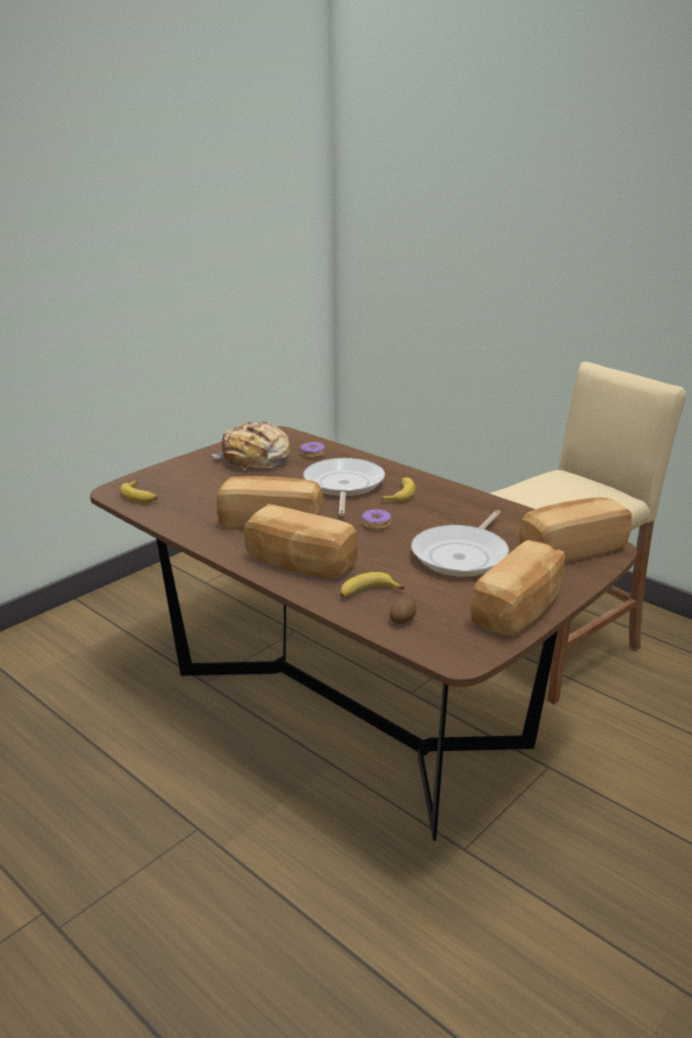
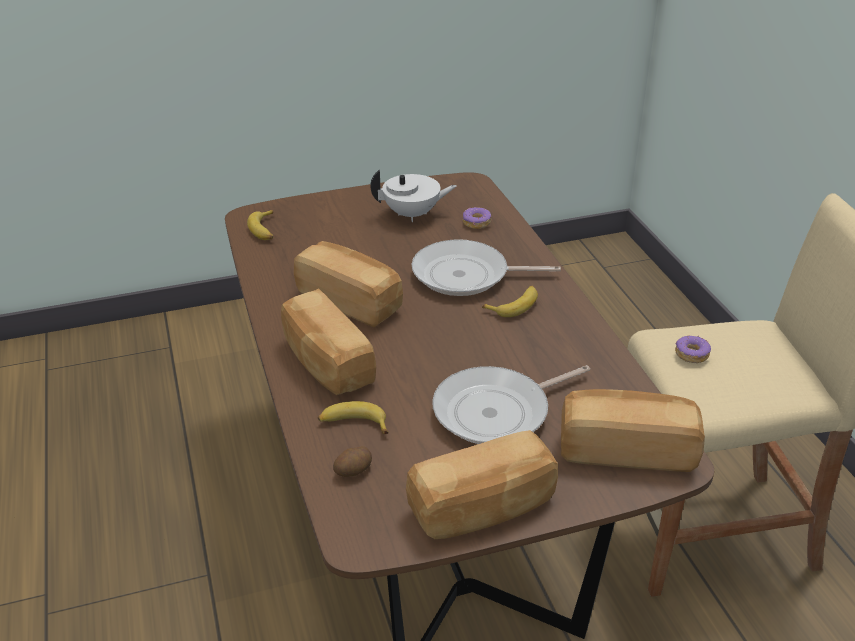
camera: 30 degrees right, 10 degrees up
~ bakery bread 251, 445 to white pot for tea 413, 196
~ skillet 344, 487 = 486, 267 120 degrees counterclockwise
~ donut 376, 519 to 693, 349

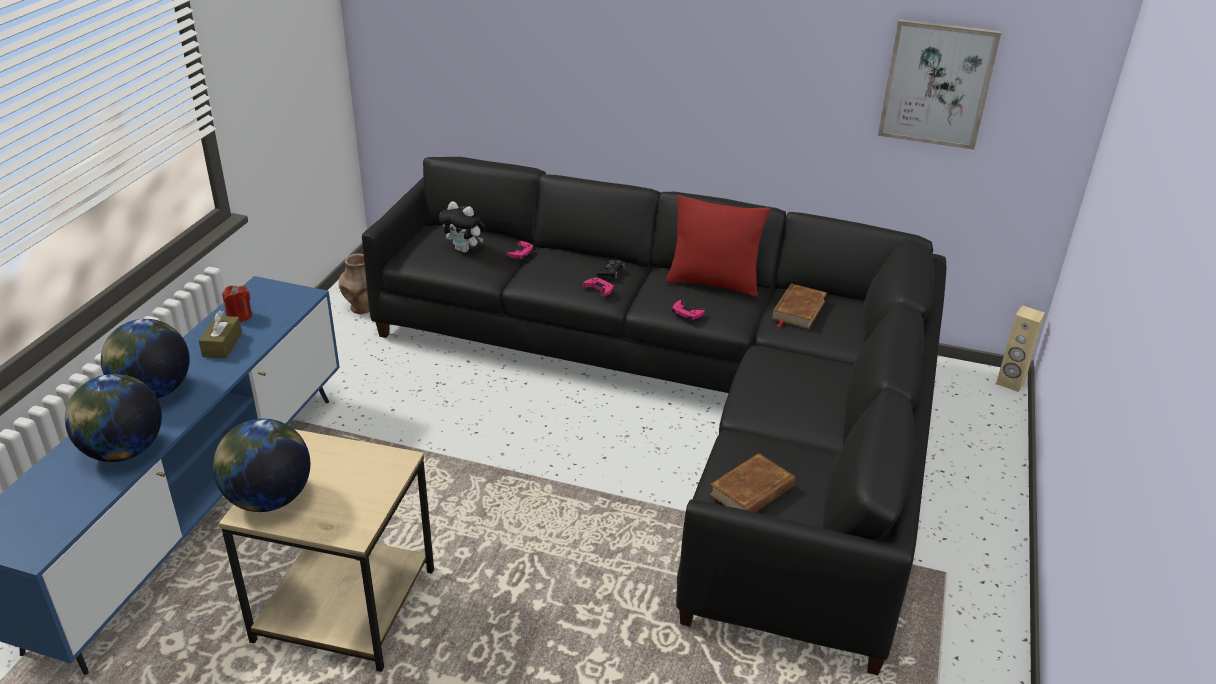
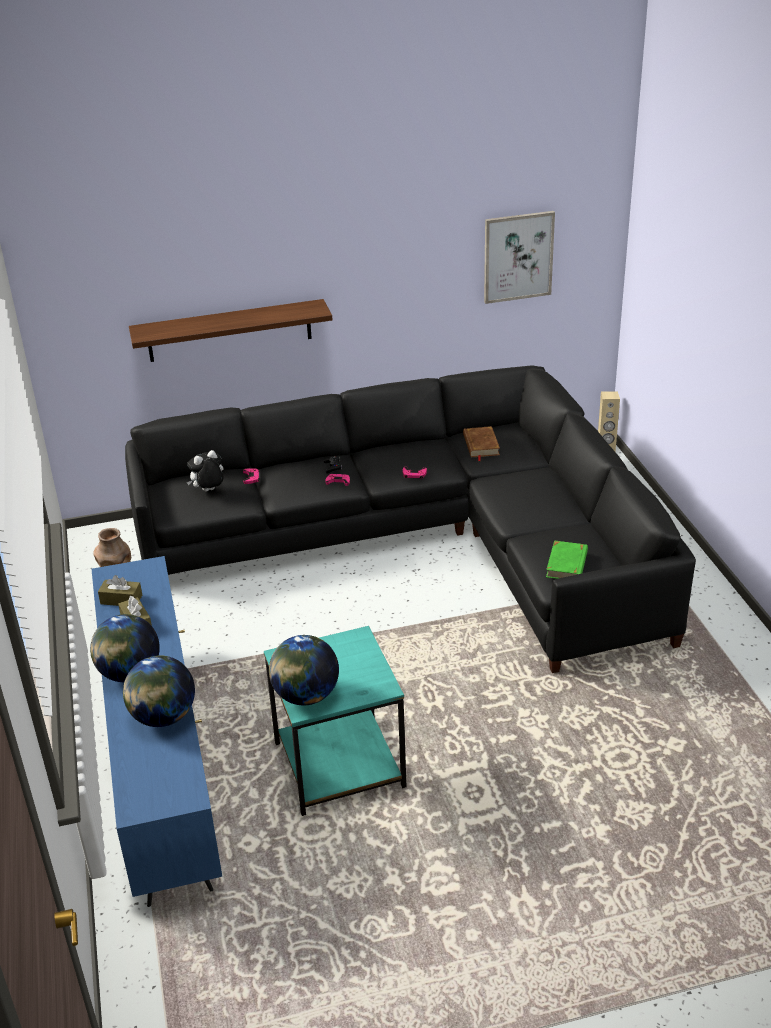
camera: 30 degrees left, 0 degrees up
~ reddish wax light 237, 303 to brownish tissue holder 120, 590
+ wall shelf 231, 330
~ cuddly toy 462, 227 = 205, 470 150 degrees clockwise
~ beige side table 326, 550 to blue-green side table 335, 721
~ brownish book 752, 482 to greenish book 567, 560
- reddish throw pillow 718, 246

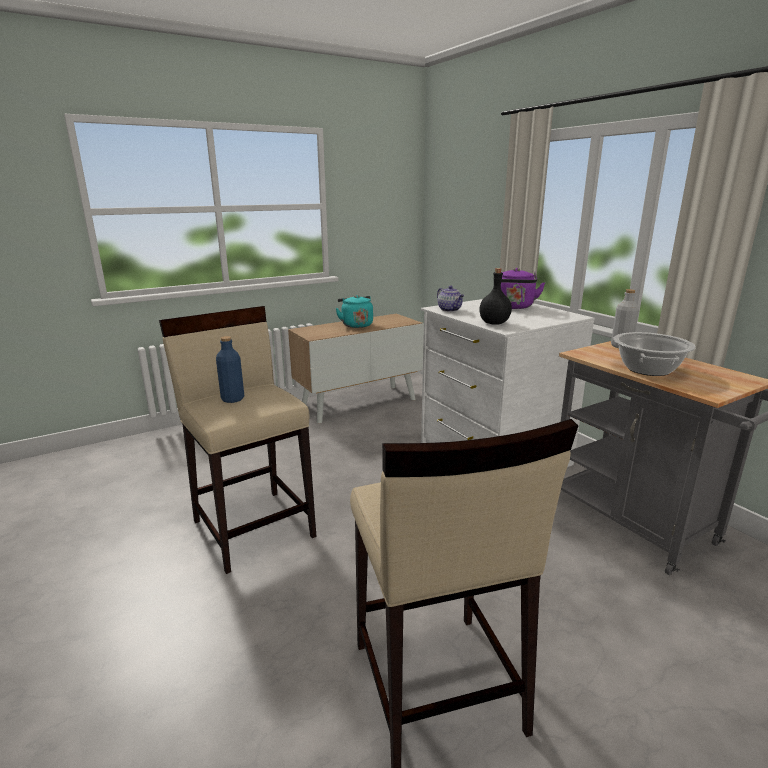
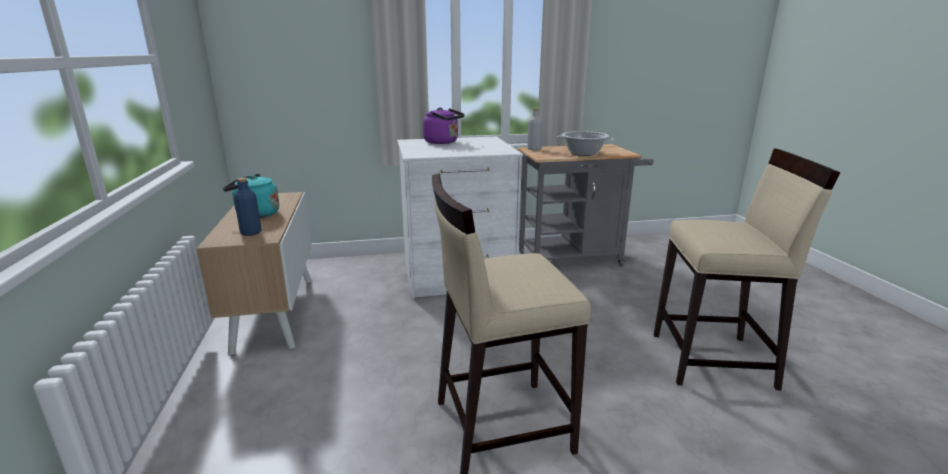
camera: 70 degrees left, 0 degrees up
~ blue-coloured drink bottle 230, 369 to 248, 207
- pot for tea 450, 299
- blackish drink bottle 495, 296

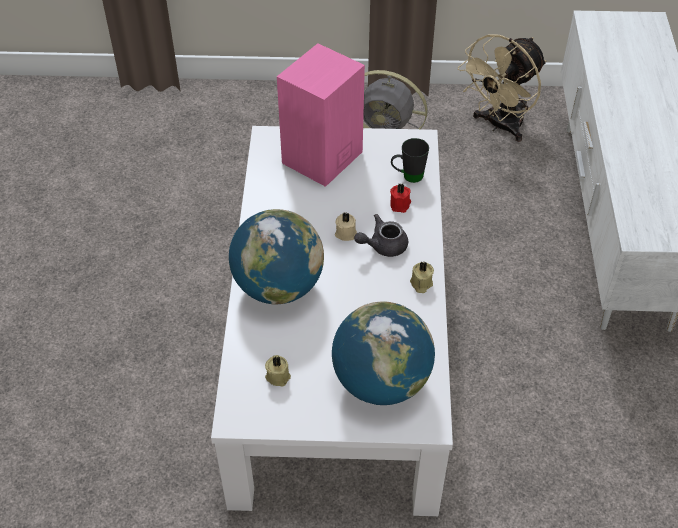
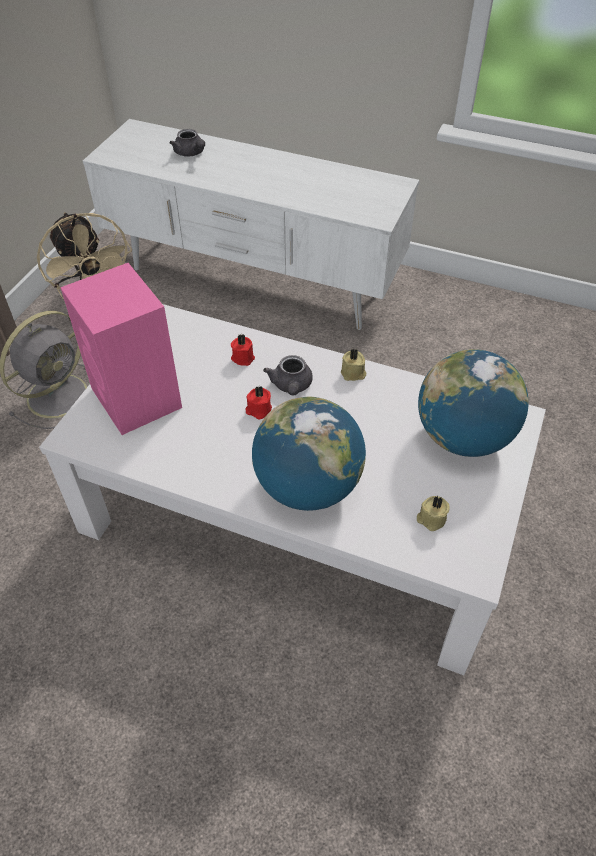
camera: 70 degrees left, 0 degrees up
+ gray pot for tea 187, 143
~ beige wax light 346, 226 to reddish wax light 259, 402
- blackish coffee mug 410, 160

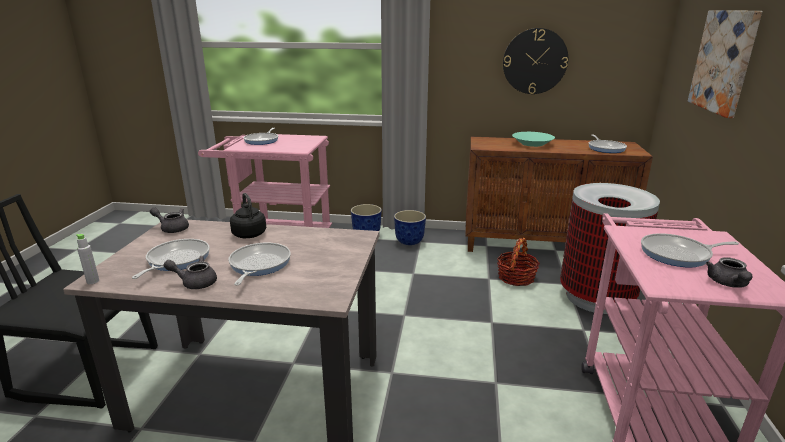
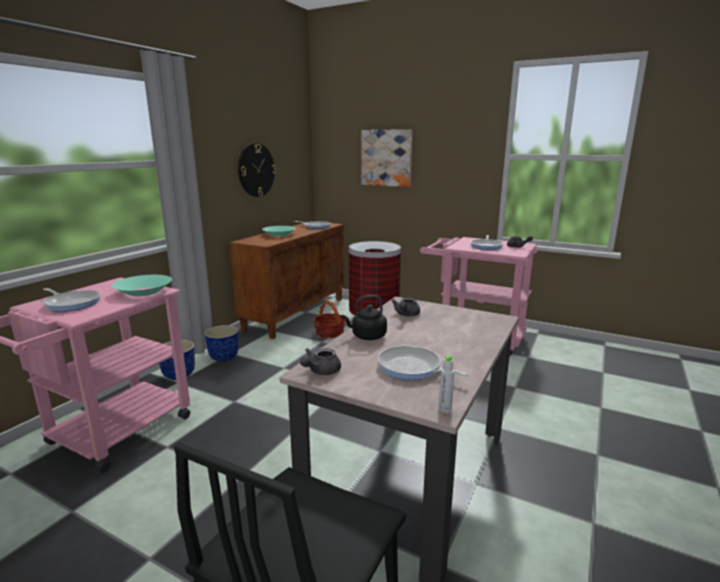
camera: 70 degrees left, 5 degrees down
+ blue-green deep dish 142, 286
~ gray pot for tea 190, 272 to 405, 307
- skillet 259, 264

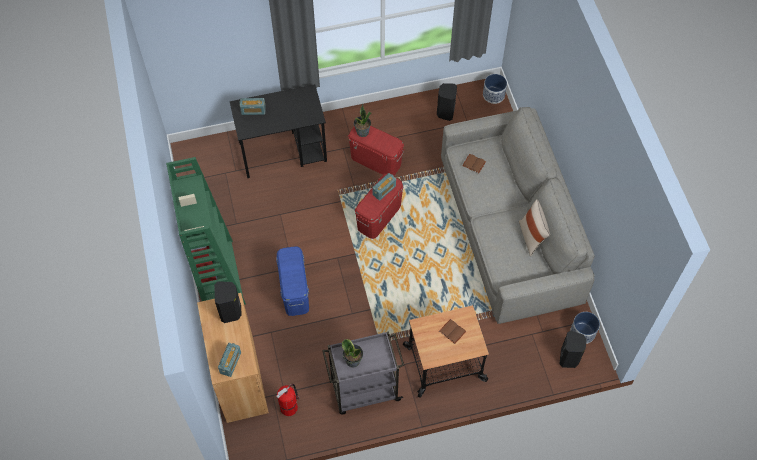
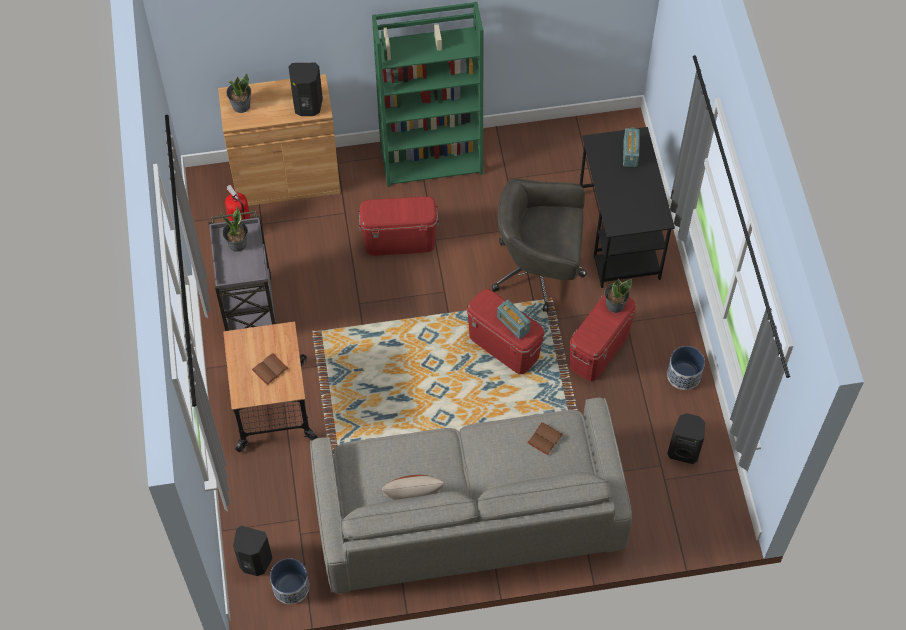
camera: 95 degrees right, 0 degrees up
~ radio receiver 229, 360 to houseplant 238, 93
~ blue-coloured storage container 292, 281 to reddish storage container 398, 226
+ gray desk chair 539, 245
~ plant pot 495, 89 to 686, 368

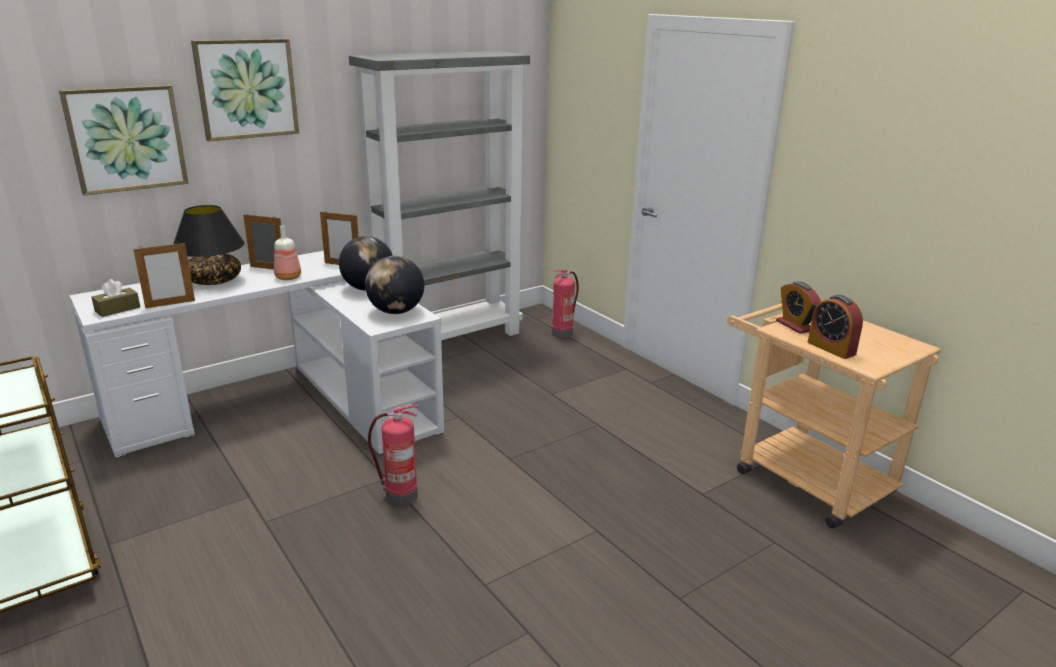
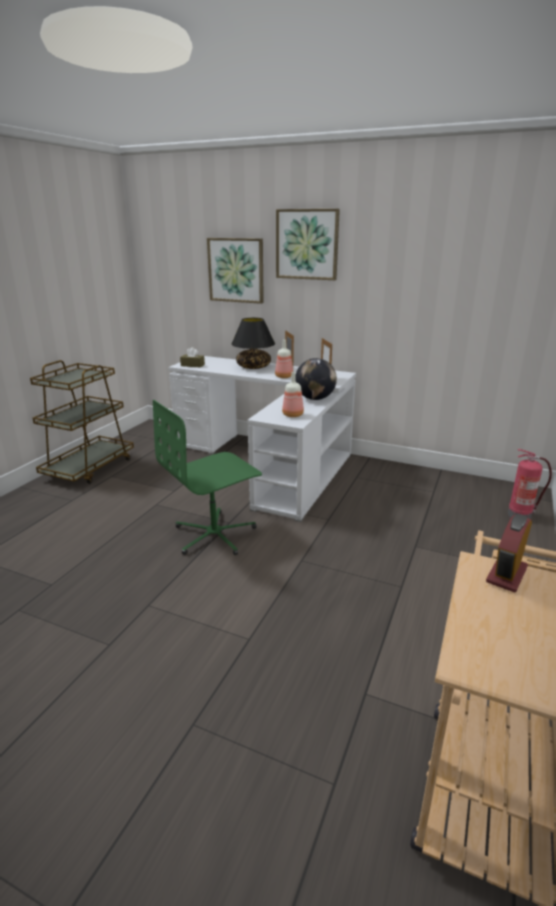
camera: 60 degrees right, 0 degrees up
~ fire-fighting cylinder 393, 455 to greenish desk chair 207, 477
~ world globe 394, 285 to drink bottle 293, 394
- photo frame 164, 275
- gray shelving unit 439, 195
- bedside clock 835, 327

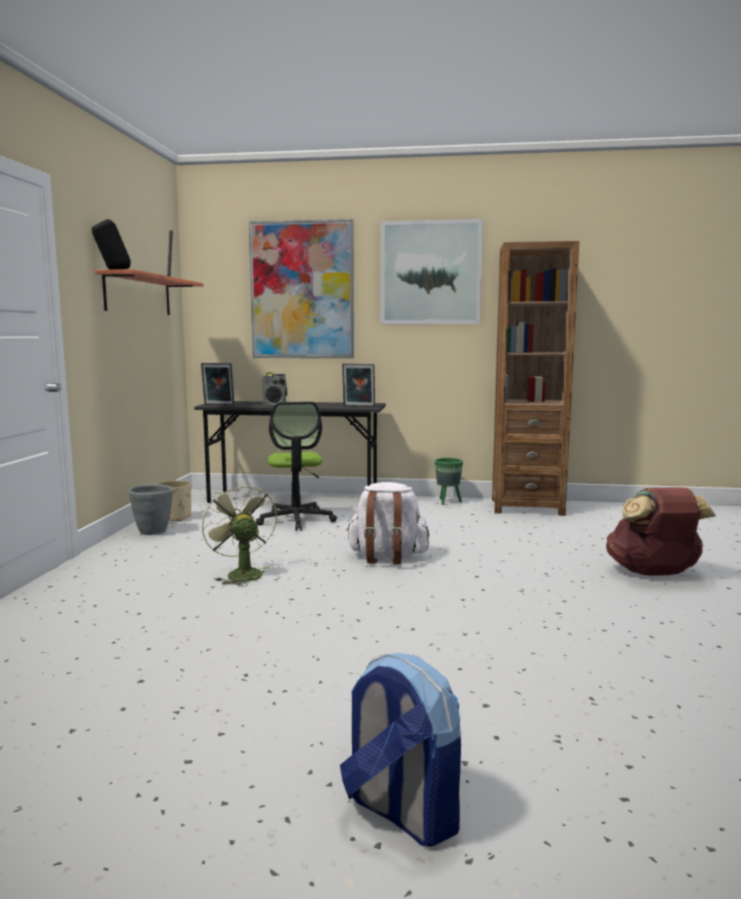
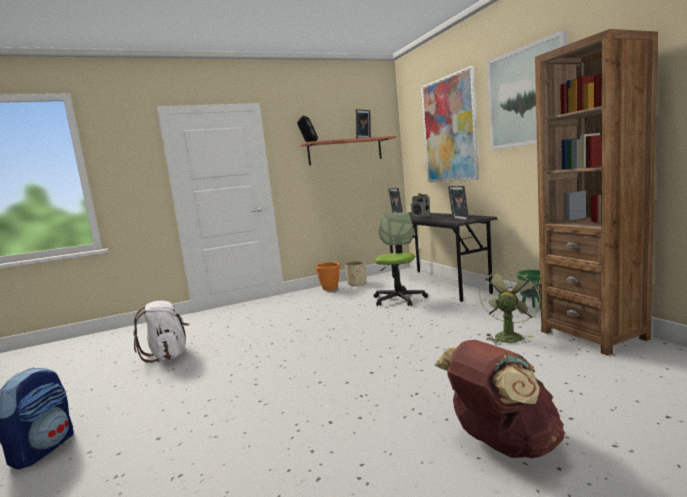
camera: 60 degrees right, 0 degrees up
~ white backpack 387, 523 to 161, 332
~ gray plant pot 151, 509 to orange-coloured plant pot 328, 276
~ desk chair 296, 466 = 401, 259 150 degrees clockwise
~ greenish electric fan 239, 535 to 509, 307

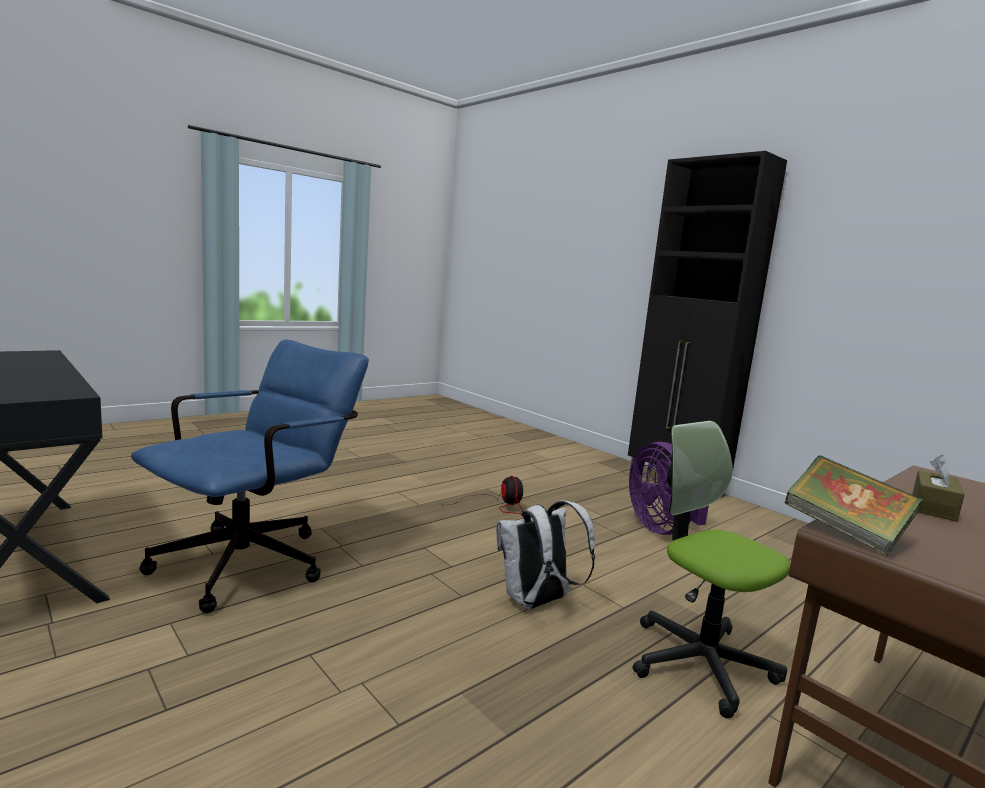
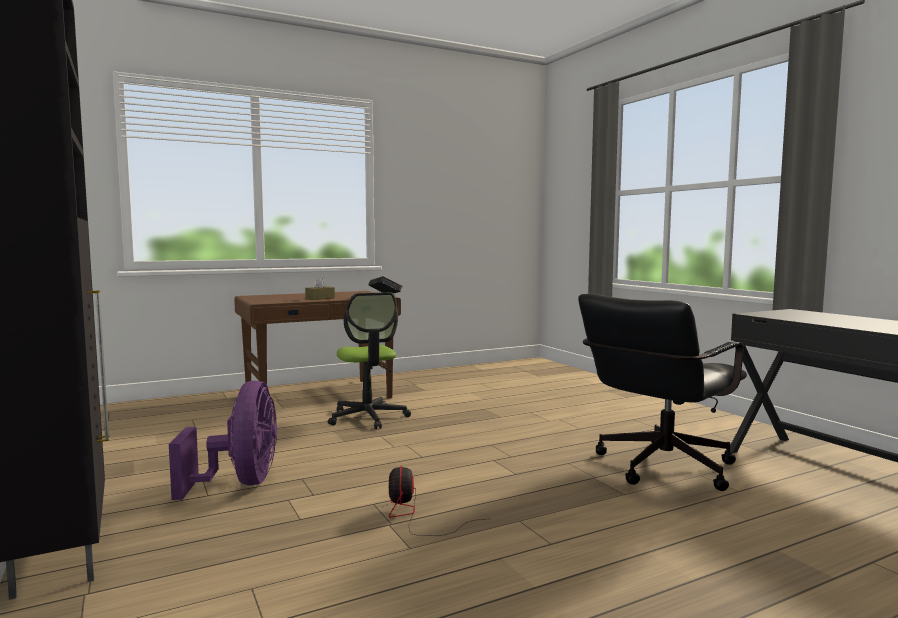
camera: 165 degrees left, 5 degrees down
~ blue-coloured desk chair 250, 476 to blackish desk chair 662, 392
- white backpack 545, 554

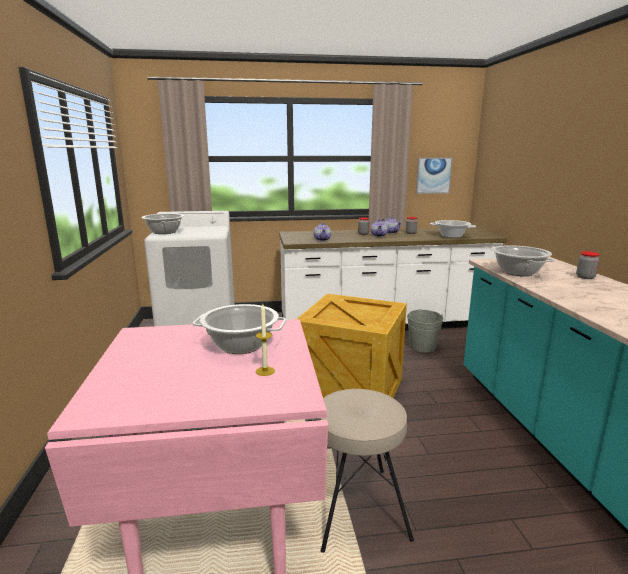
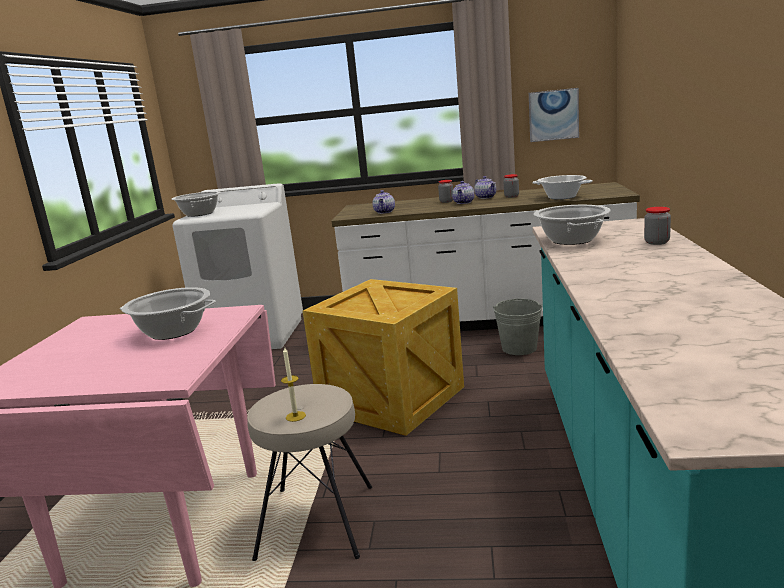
camera: 15 degrees right, 0 degrees up
~ wax light 265, 340 to 293, 384

